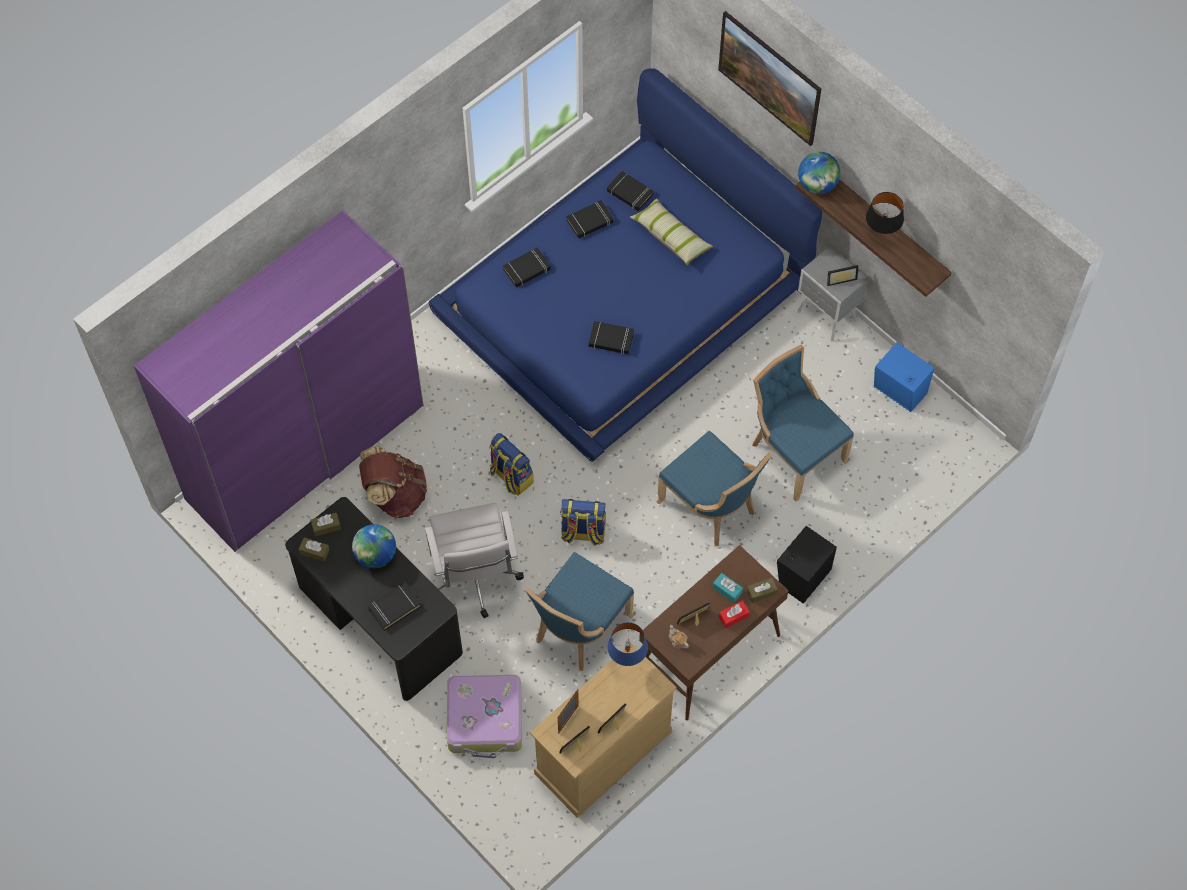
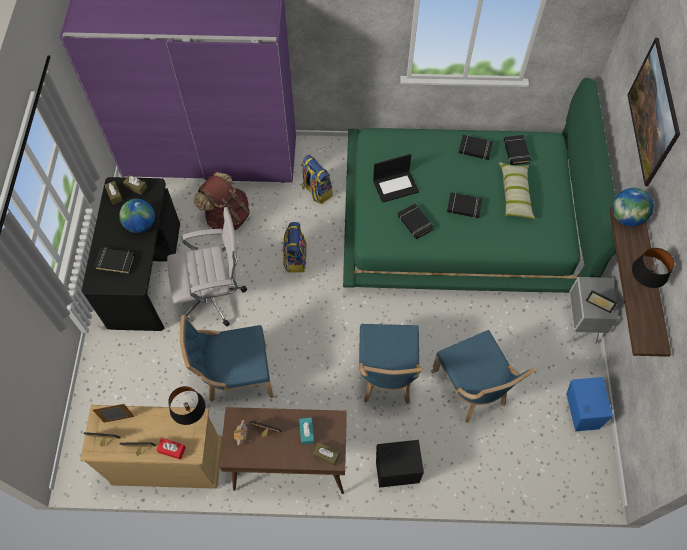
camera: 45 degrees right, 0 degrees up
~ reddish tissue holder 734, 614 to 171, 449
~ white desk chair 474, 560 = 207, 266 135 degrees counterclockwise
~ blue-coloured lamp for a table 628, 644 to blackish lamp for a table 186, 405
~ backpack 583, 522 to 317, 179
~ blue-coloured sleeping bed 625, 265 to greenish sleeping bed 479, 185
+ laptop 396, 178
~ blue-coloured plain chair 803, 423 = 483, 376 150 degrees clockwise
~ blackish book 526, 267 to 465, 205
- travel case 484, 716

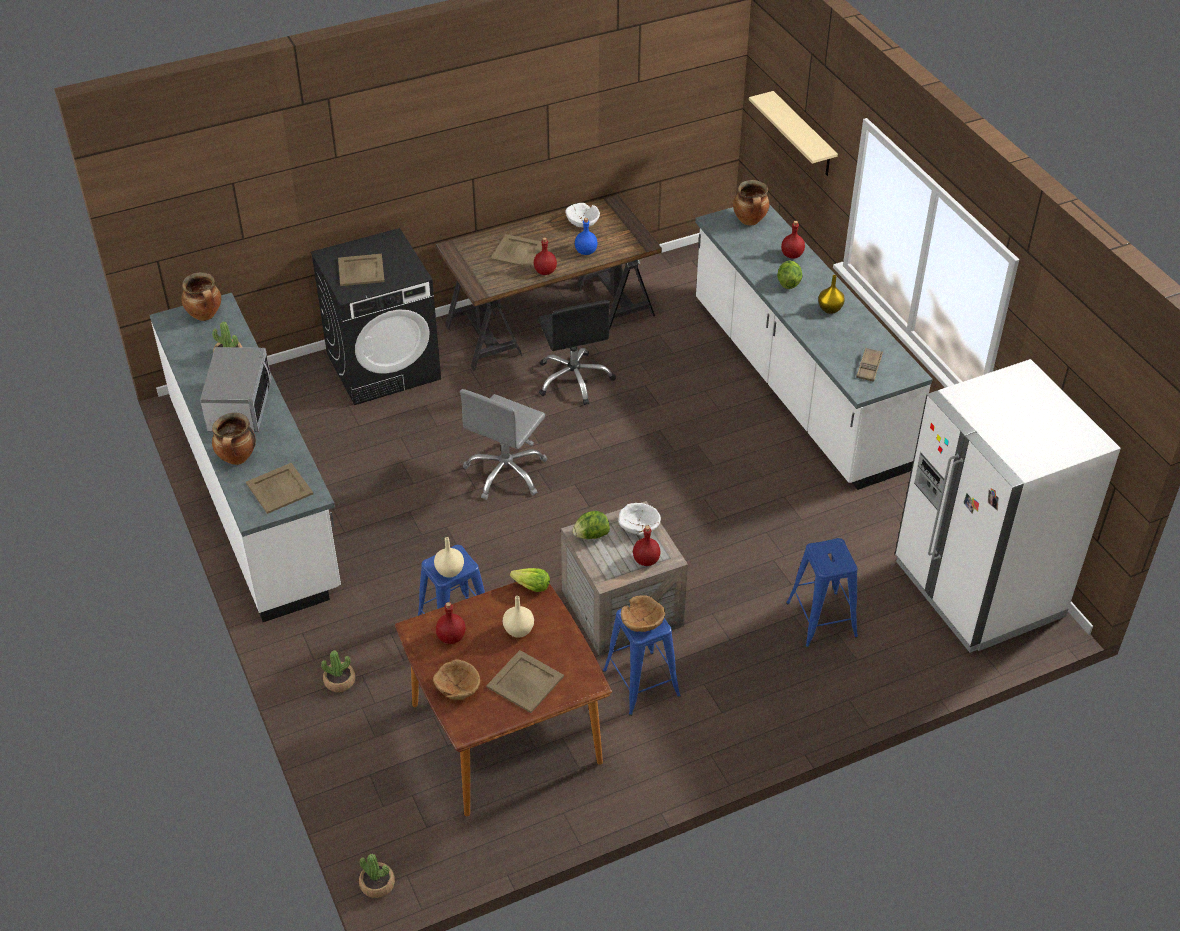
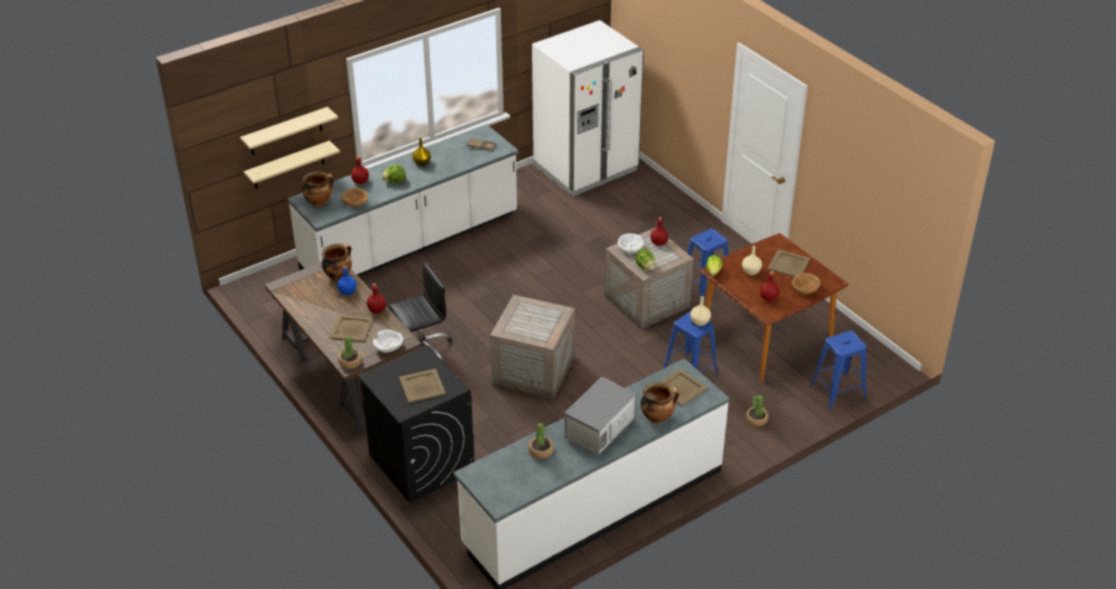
camera: 100 degrees left, 5 degrees down
+ beige wall shelf 292, 165
~ cooking pot 201, 296 to 337, 262
~ houseplant 377, 876 to 350, 352
~ brownish deep dish 643, 613 to 354, 197
~ white deep dish 583, 215 to 388, 341
~ gray desk chair 503, 444 to shipping crate 532, 347
~ kitchen microwave 235, 389 = 600, 416 45 degrees counterclockwise
~ blue-coloured stool 822, 593 to 838, 370

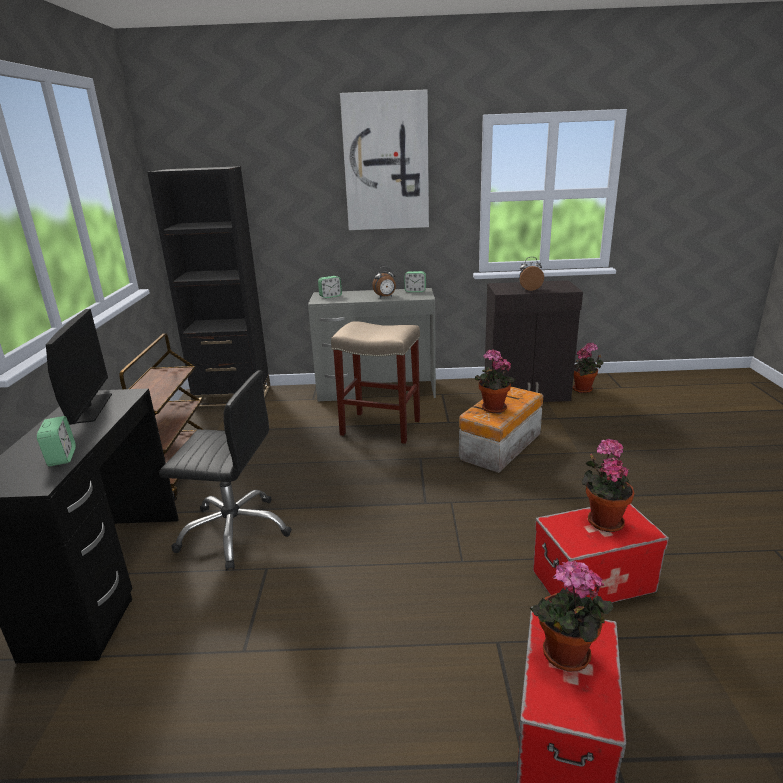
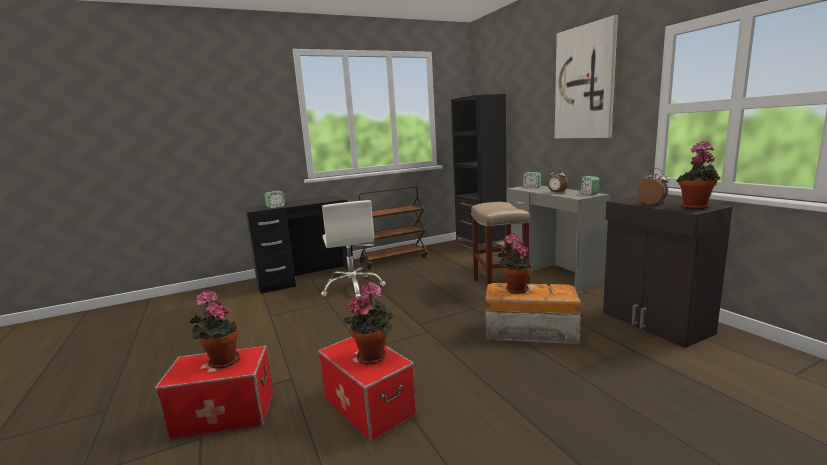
camera: 65 degrees right, 10 degrees down
~ blackish desk chair 225, 470 to white desk chair 353, 248
~ houseplant 588, 367 to 698, 175
- computer display 79, 367

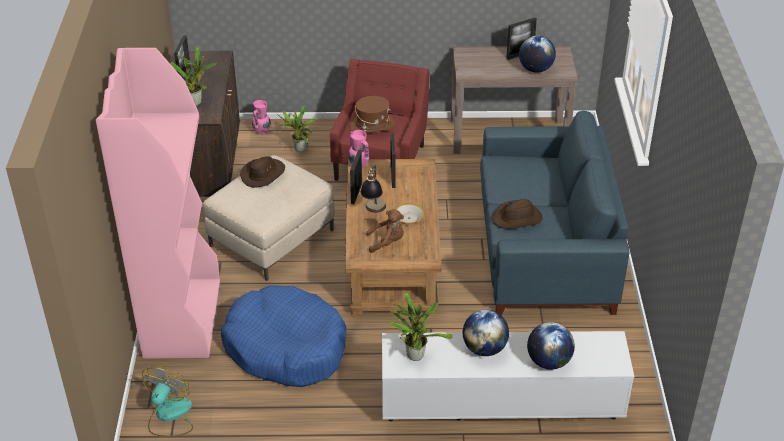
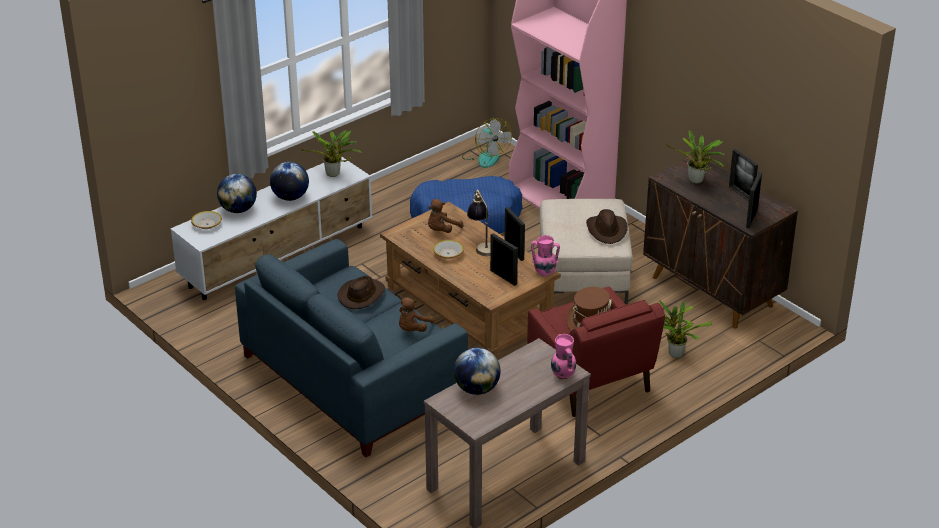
camera: 140 degrees right, 5 degrees down
+ deep dish 206, 220
+ brownish cuddly toy 416, 314
~ pink flower vase 261, 117 to 563, 357
~ photo frame 521, 39 to 754, 200

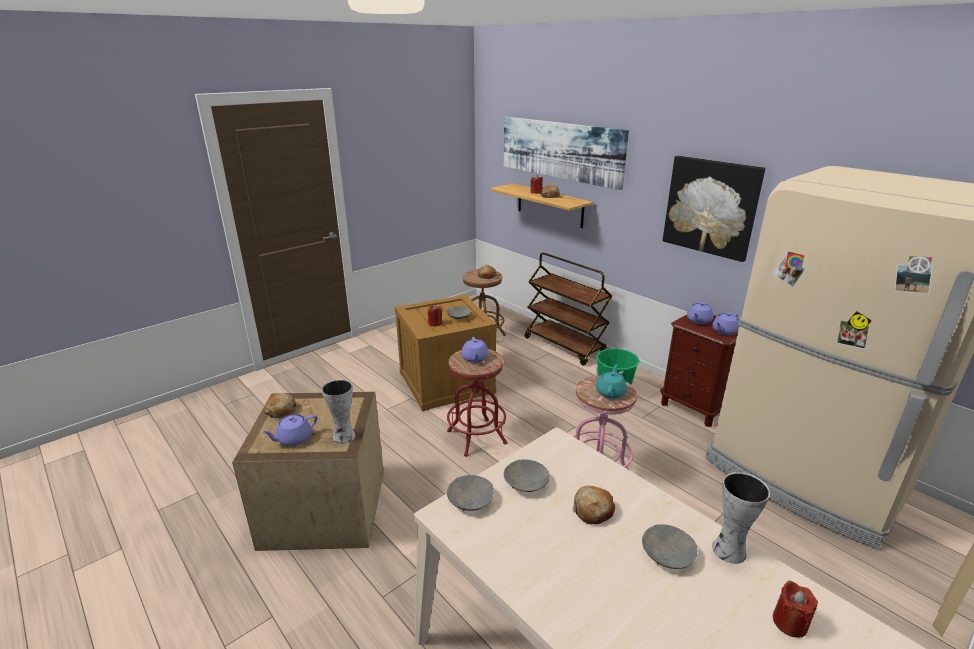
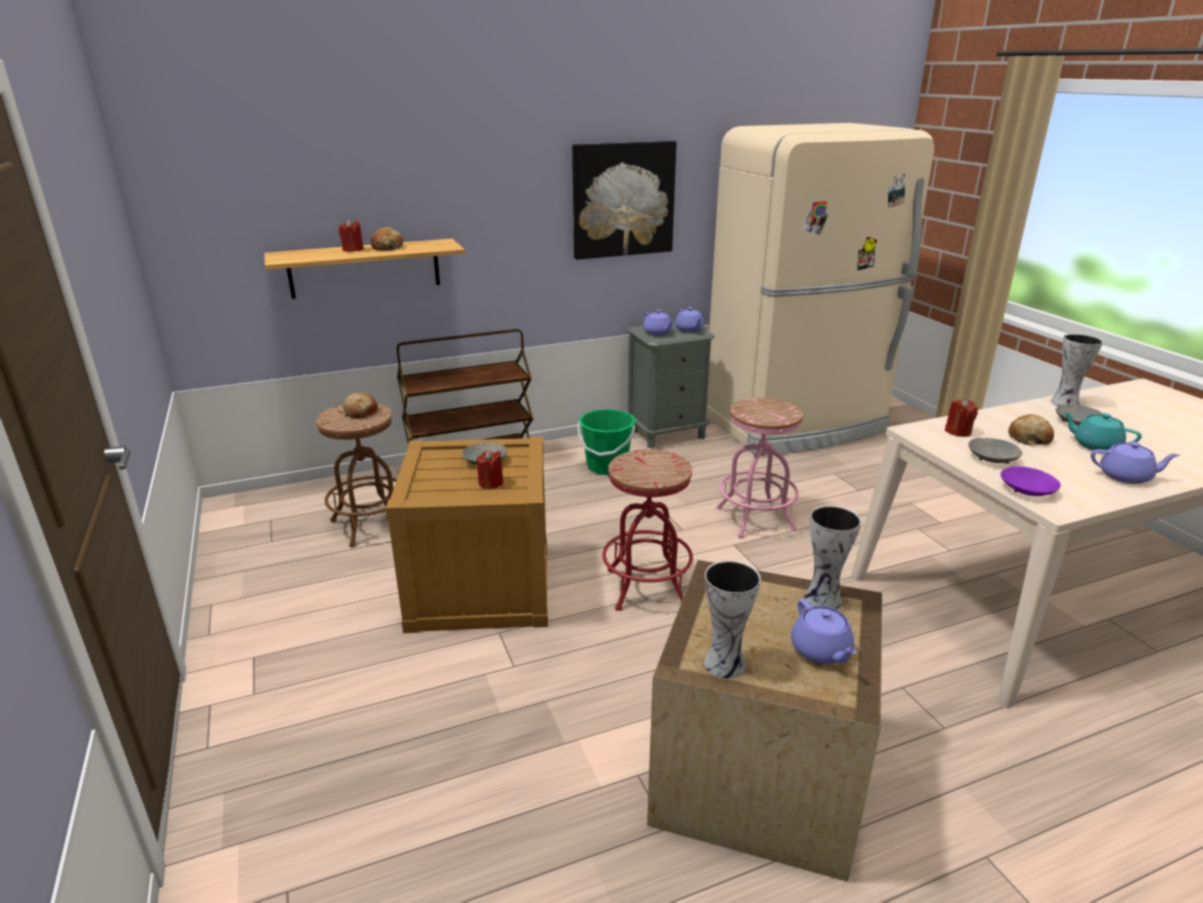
camera: 70 degrees left, 0 degrees up
~ brownish nightstand 699, 371 to gray nightstand 670, 385
~ bakery bread 280, 405 to flower vase 732, 619
~ reddish wax light 795, 609 to 961, 418
~ gray deep dish 470, 493 to purplish deep dish 1030, 481
~ blue-green pot for tea 611, 381 to 1102, 431
~ purplish pot for tea 475, 350 to 1135, 463
- picture 566, 153

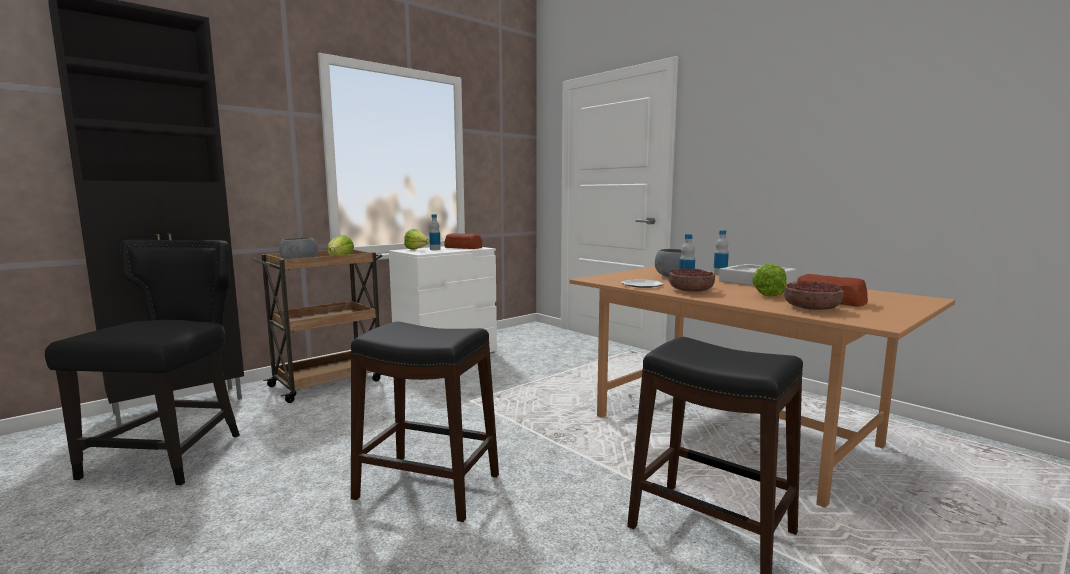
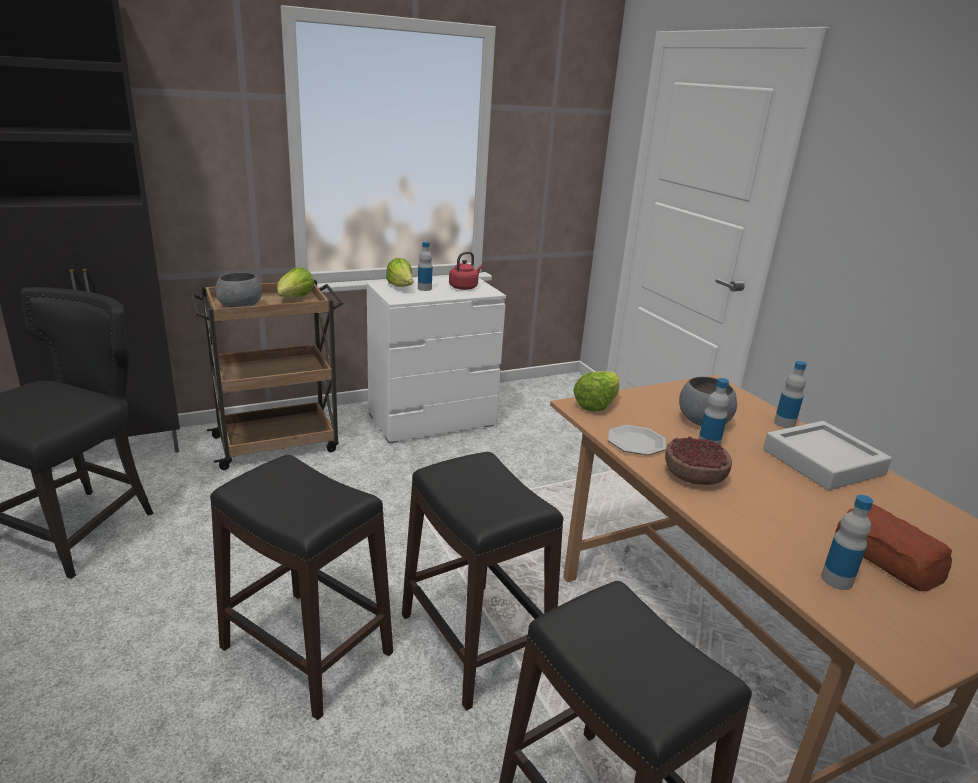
camera: 15 degrees right, 15 degrees up
+ blackish stool 482, 581
~ bakery bread 463, 241 to reddish kettle 466, 271
~ lettuce head 769, 280 to 596, 391
~ deep dish 814, 295 to drink bottle 847, 542

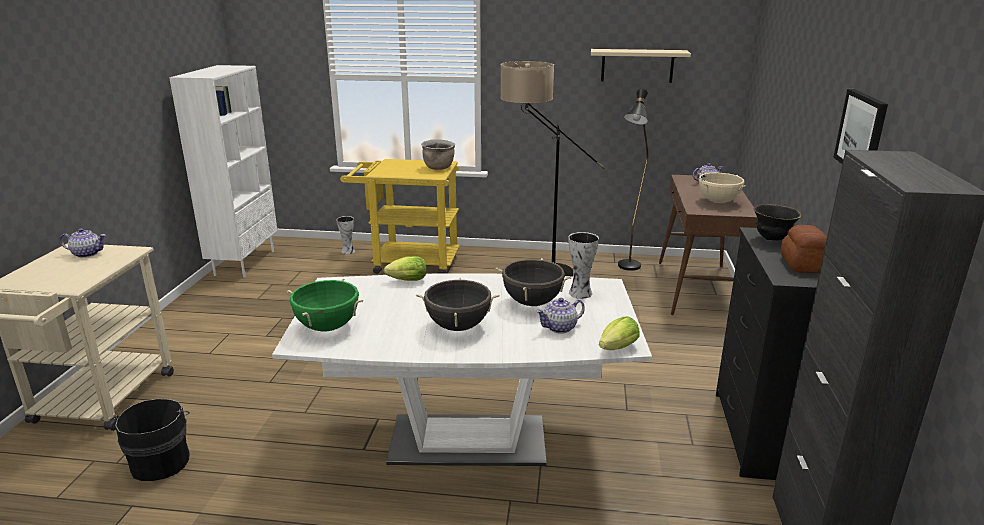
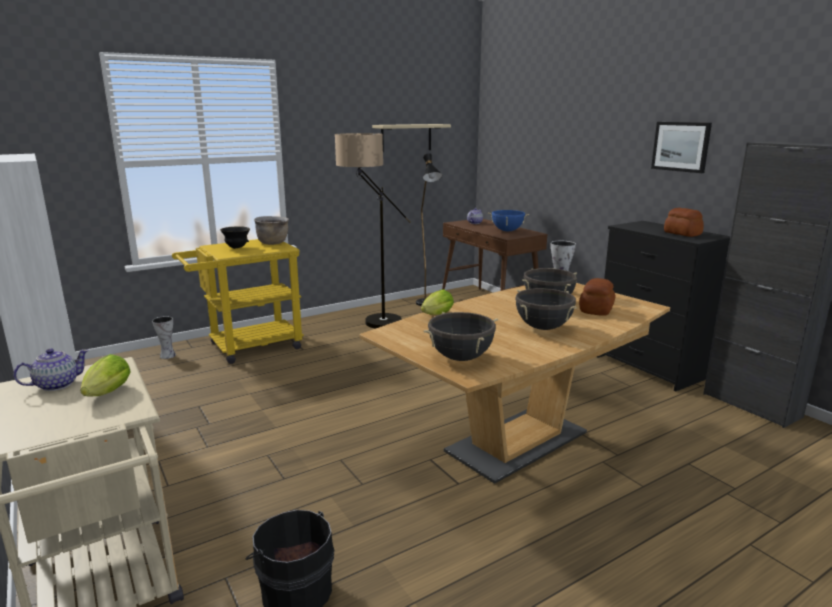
camera: 40 degrees left, 5 degrees down
~ lettuce head 619, 333 to 105, 375
~ blackish deep dish 778, 222 to 235, 237
~ white dinner table 462, 369 to brownish dinner table 514, 383
~ greenish cooking pot 325, 305 to blackish cooking pot 461, 336
~ beige cooking pot 722, 188 to blue-coloured cooking pot 508, 220
~ pot for tea 560, 316 to bakery bread 597, 297

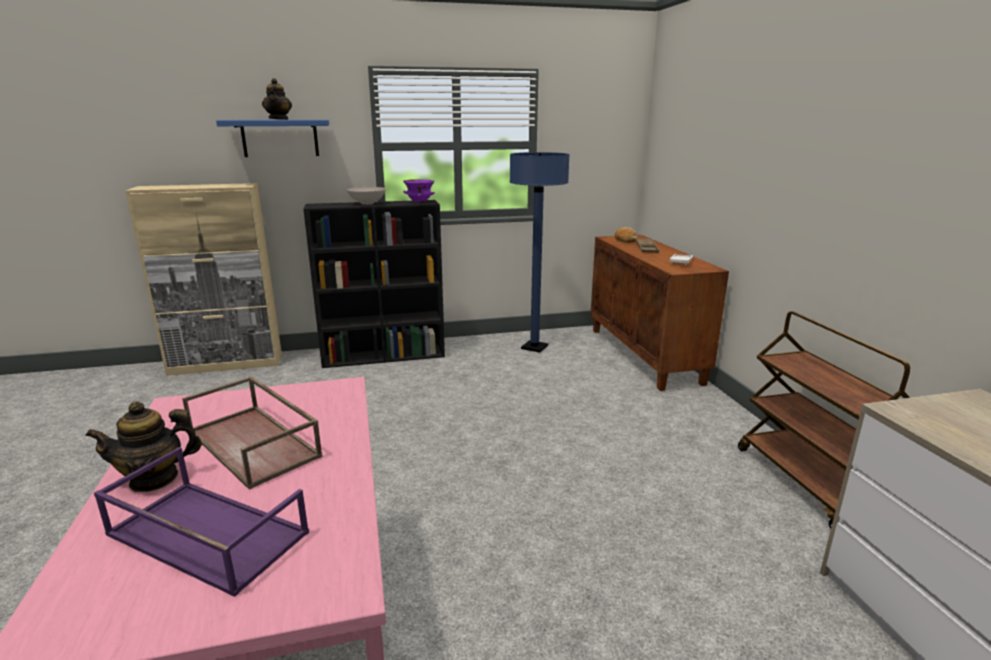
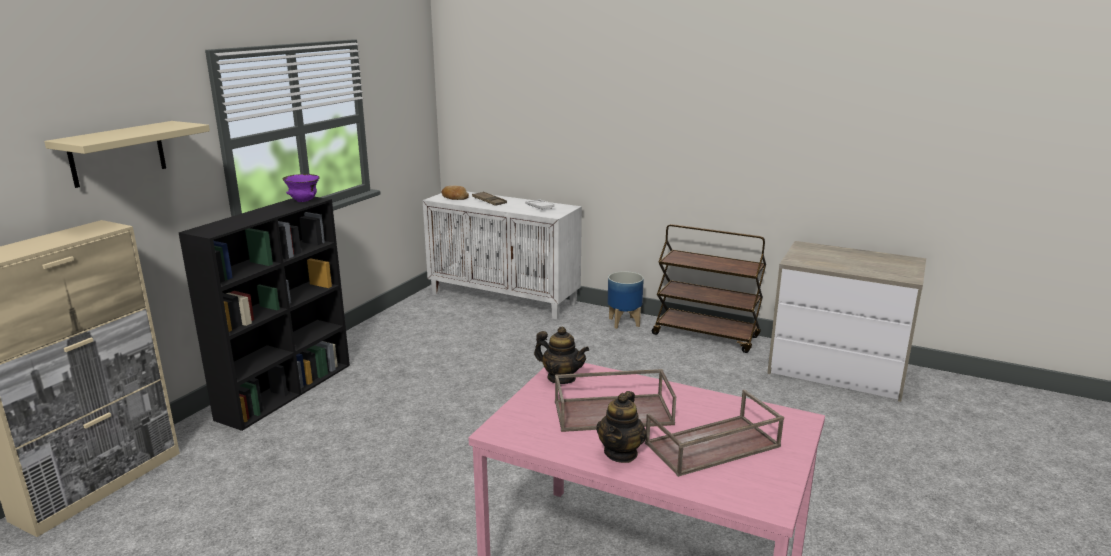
camera: 50 degrees left, 0 degrees up
~ blue-coloured wall shelf 272, 138 to beige wall shelf 127, 154
~ brownish storage cabinet 659, 313 to white storage cabinet 502, 255
~ pot for tea 277, 99 to 561, 355
+ plant pot 626, 300
~ purplish tray 201, 522 to brownish tray 714, 433
- white deep dish 366, 196
- blue-coloured floor lamp 540, 252

